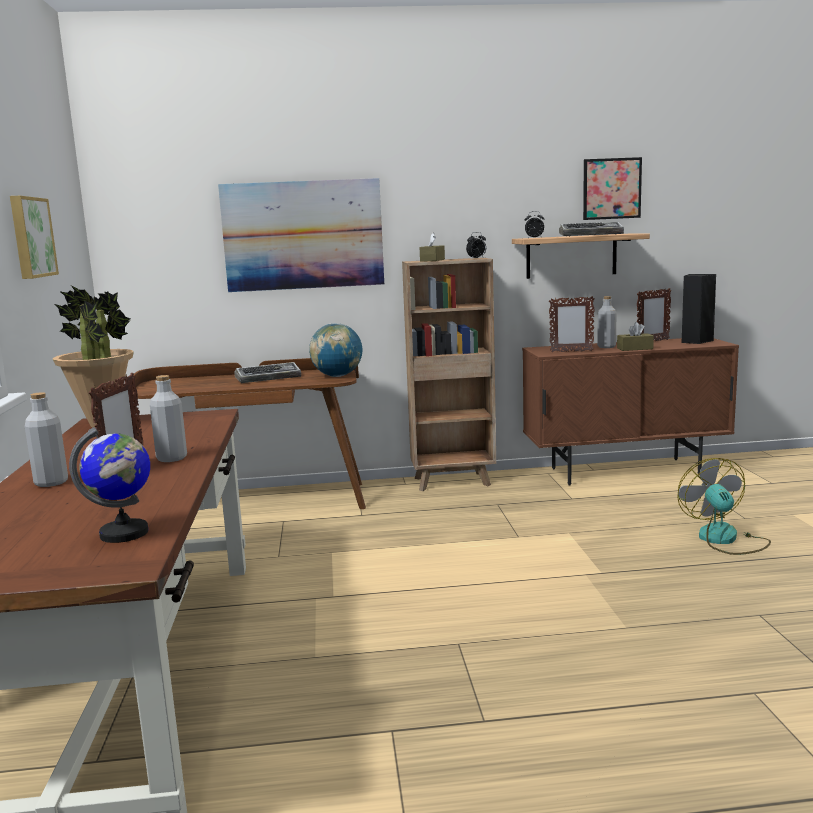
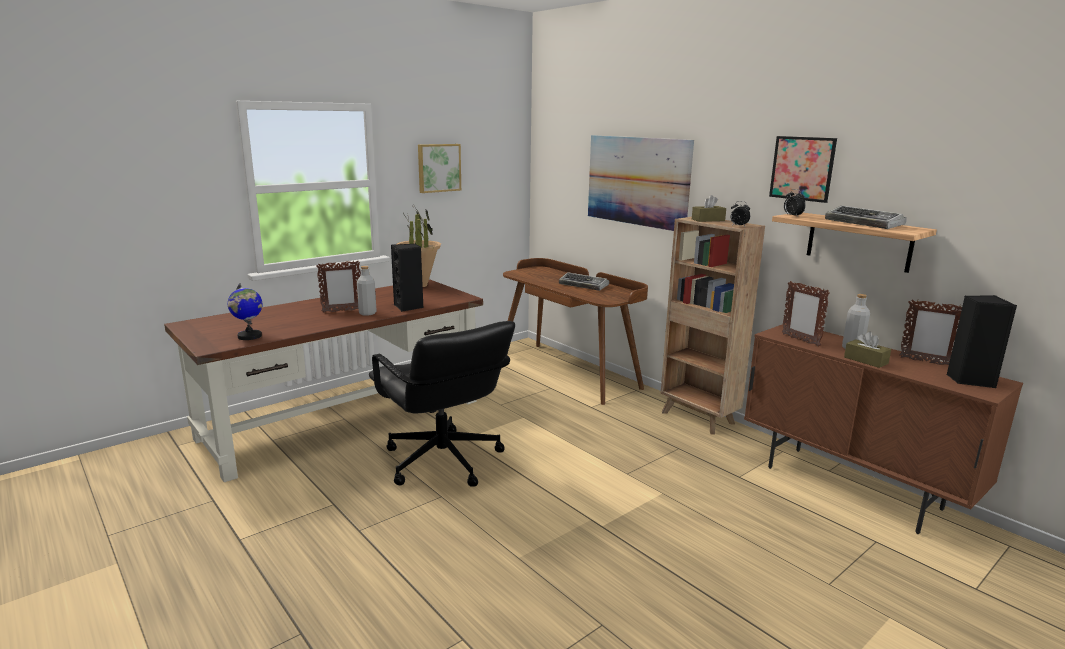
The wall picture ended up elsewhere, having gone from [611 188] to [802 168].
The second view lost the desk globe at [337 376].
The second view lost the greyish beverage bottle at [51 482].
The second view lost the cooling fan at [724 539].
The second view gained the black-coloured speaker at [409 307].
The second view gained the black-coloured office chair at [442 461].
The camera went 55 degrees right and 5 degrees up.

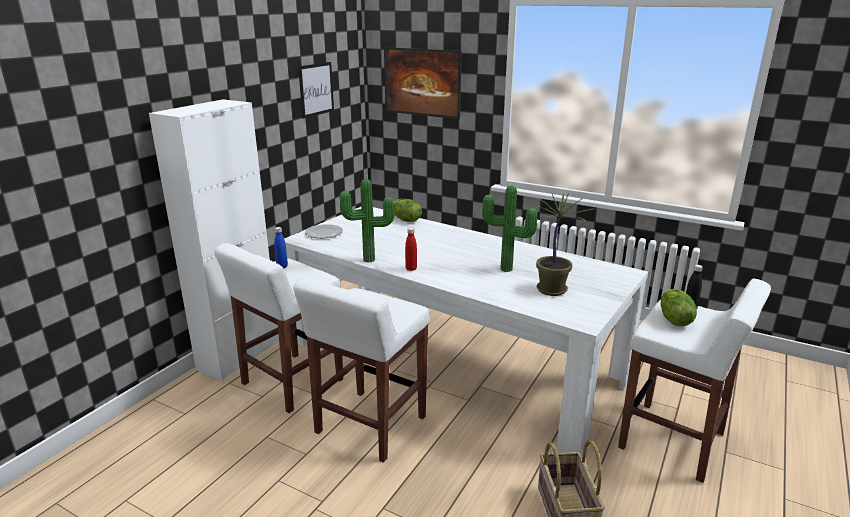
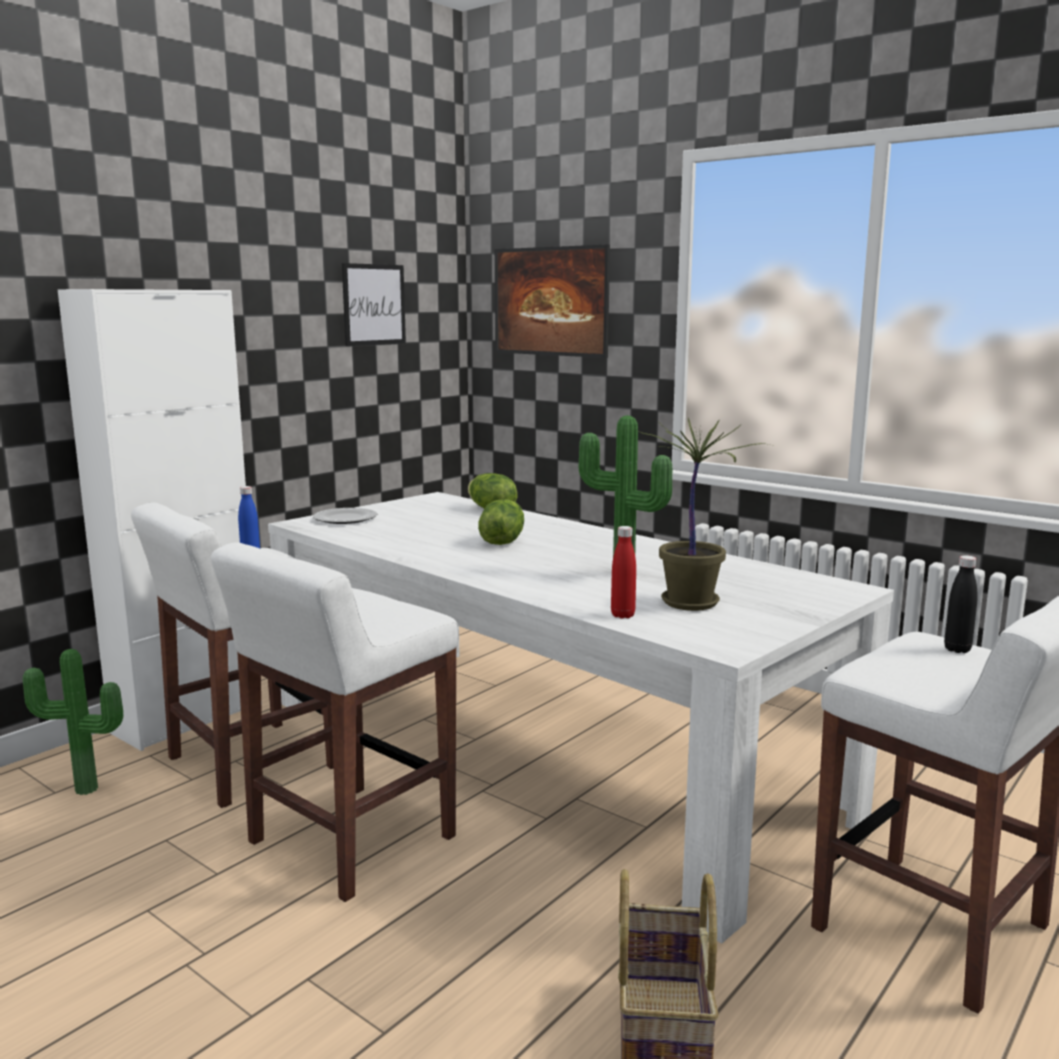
The potted plant ended up elsewhere, having gone from [369 261] to [85 791].
The reddish beverage bottle ended up elsewhere, having gone from [411 269] to [622 615].
The lettuce head ended up elsewhere, having gone from [673 319] to [501 542].
The camera went 10 degrees right and 10 degrees down.

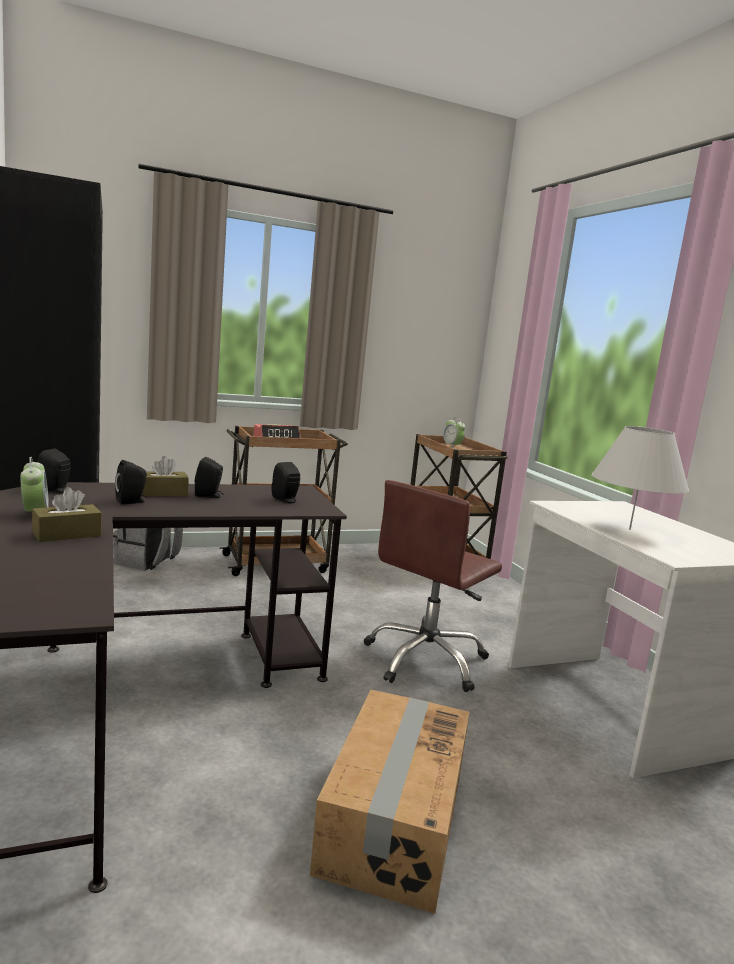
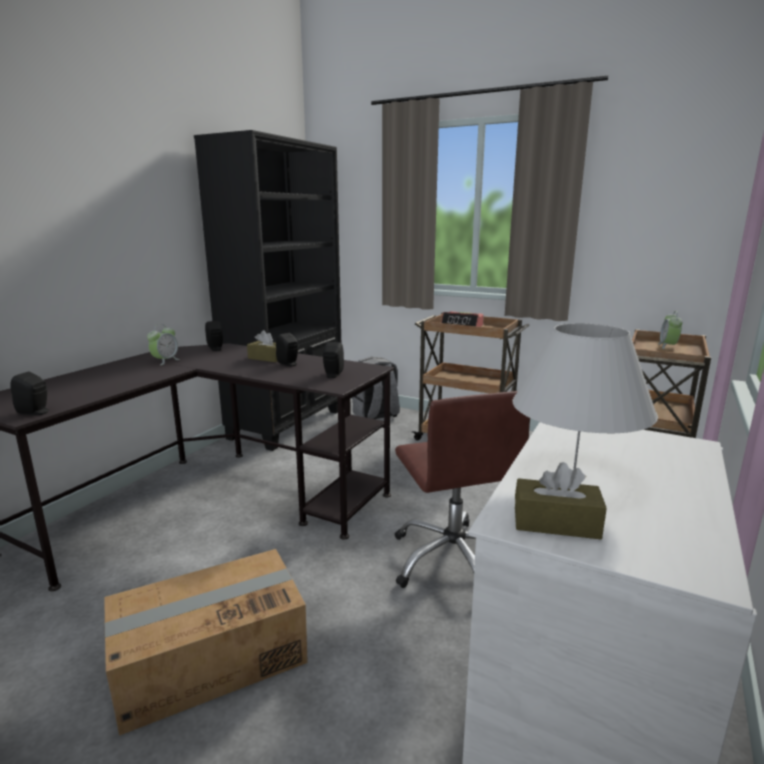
The black-coloured speaker ended up elsewhere, having gone from [132 501] to [36 412].
The brownish office chair at [426 660] ended up facing another way, 105 degrees counterclockwise from before.
The brownish tissue box ended up elsewhere, having gone from [67 534] to [556 523].
The camera went 50 degrees right and 5 degrees up.

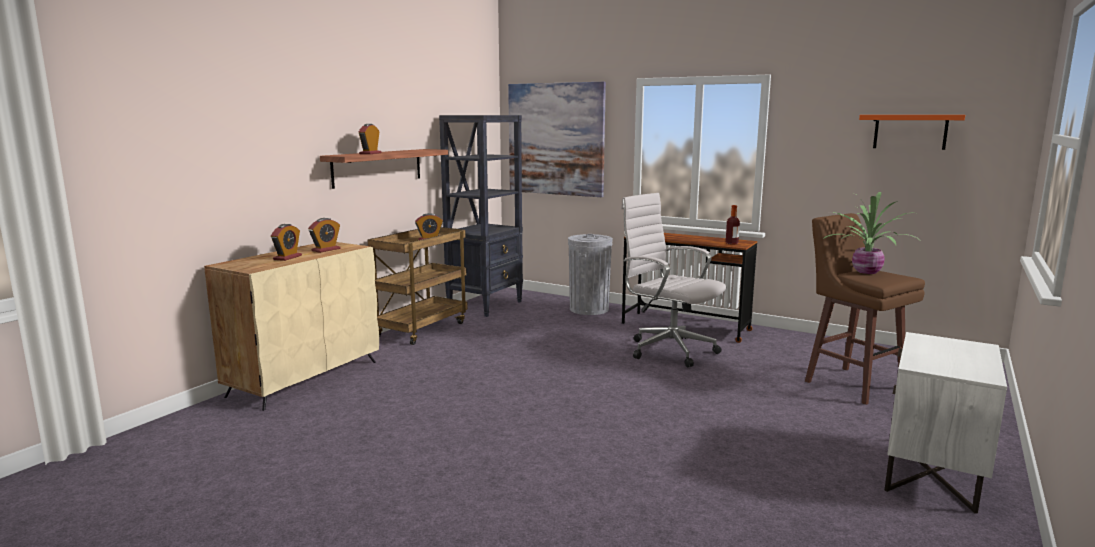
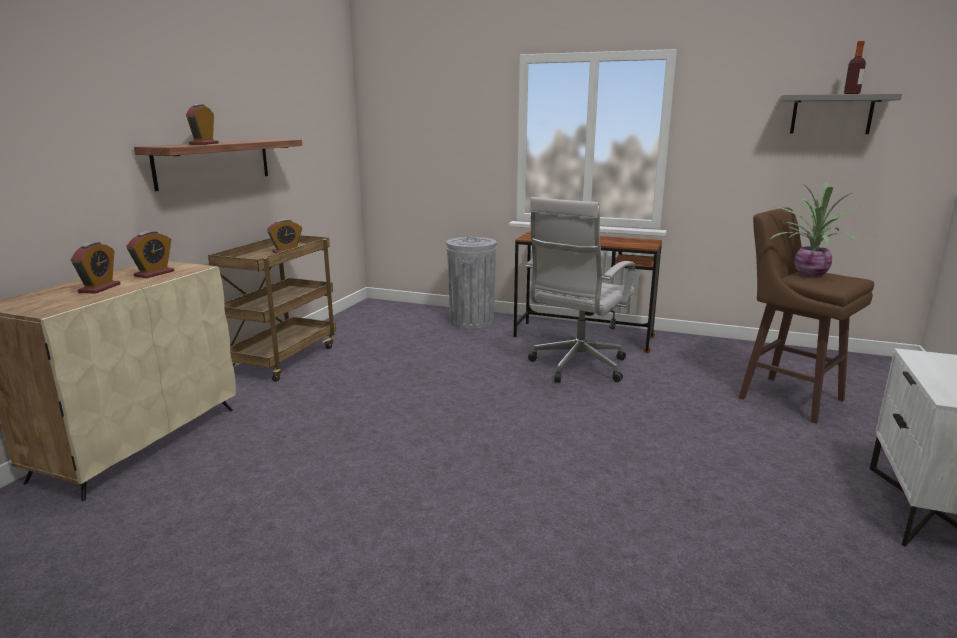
The second view lost the wall picture at [556 139].
The second view lost the black-coloured bookcase at [486 305].
What was the orangey bracket shelf at [910 131] turned into the greyish bracket shelf at [831 114].
The whitish office chair at [668 350] ended up facing another way, 90 degrees counterclockwise from before.
The beverage bottle ended up elsewhere, having gone from [731 243] to [851 93].
The camera went 10 degrees left and 5 degrees up.

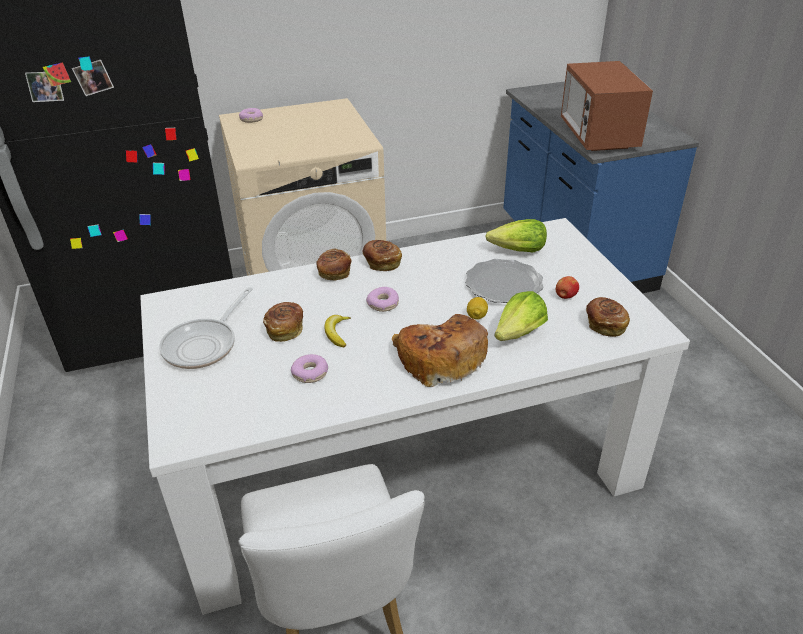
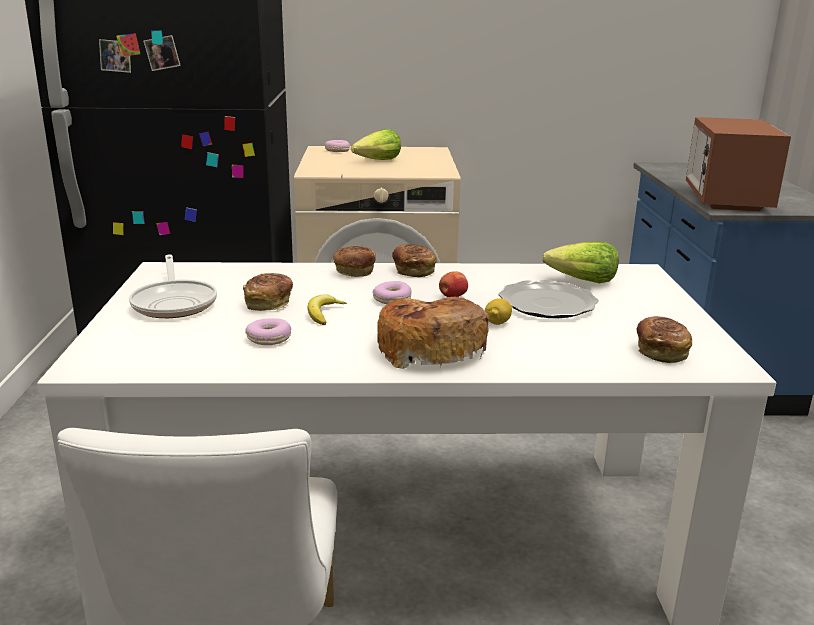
The apple ended up elsewhere, having gone from [565 296] to [452 296].
The skillet at [204 345] ended up facing another way, 60 degrees counterclockwise from before.
The lettuce head ended up elsewhere, having gone from [519 333] to [378 161].
The camera went 15 degrees right and 15 degrees down.

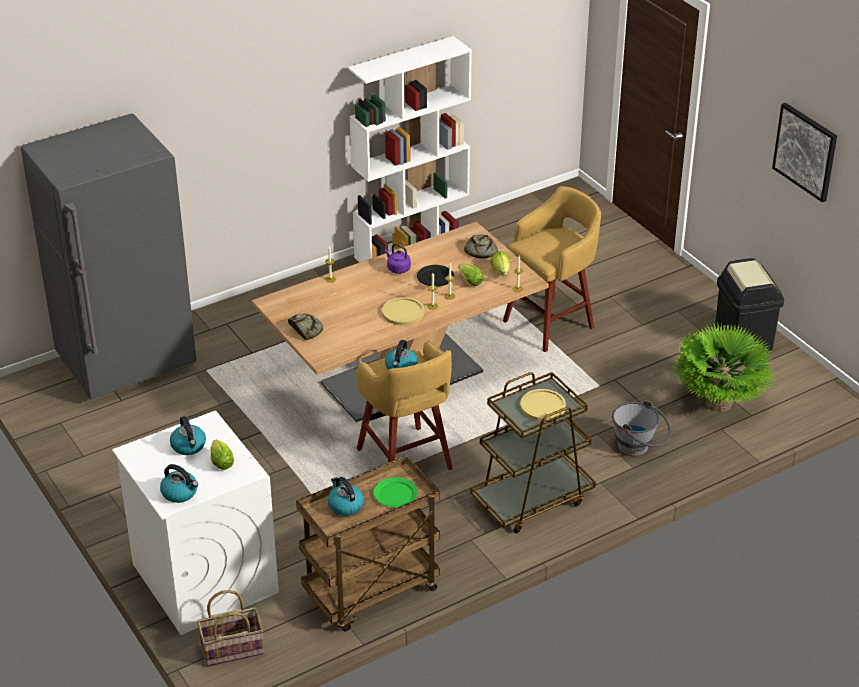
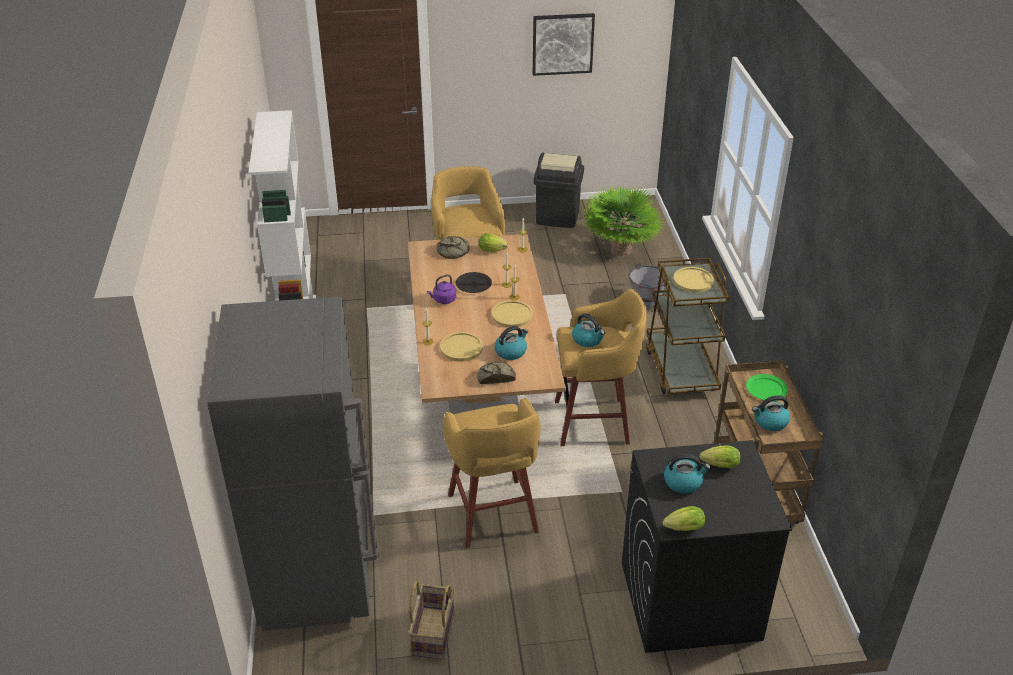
The lettuce head ended up elsewhere, having gone from [469 281] to [682 529].
What was the whitish laundry appliance at [204 578] turned into the black-coloured laundry appliance at [689 601].
The tea kettle ended up elsewhere, having gone from [180 493] to [511 351].
The basket ended up elsewhere, having gone from [232 648] to [432 632].
The second view gained the yellow-coloured plate at [461 348].
The second view gained the yellow-coloured stool at [493 516].
The camera went 65 degrees left and 0 degrees up.

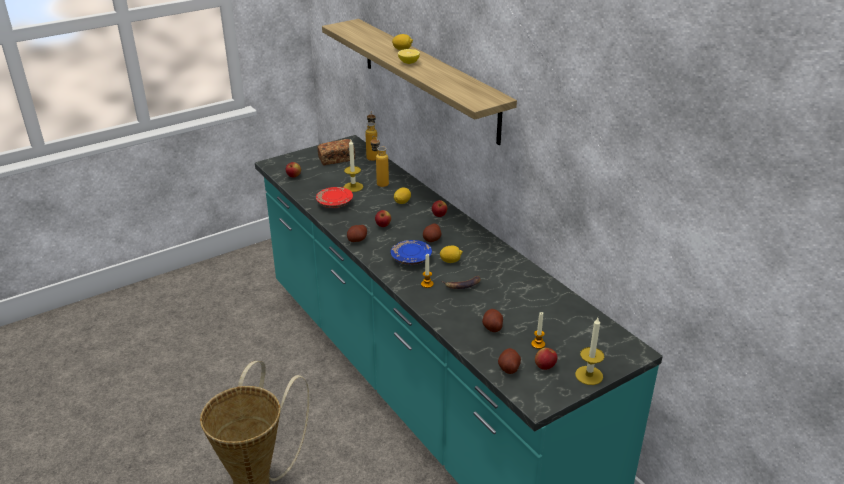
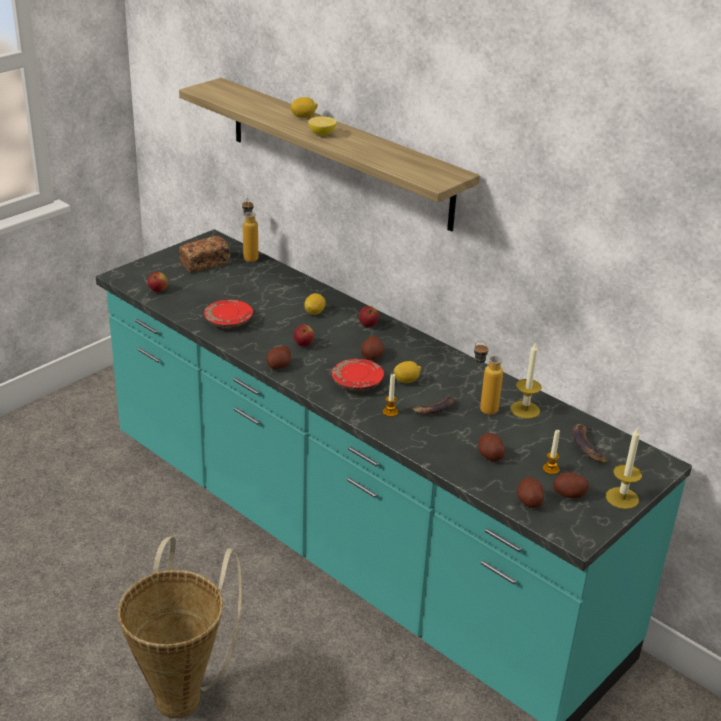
The beverage bottle ended up elsewhere, having gone from [379 182] to [482 407].
The wax light ended up elsewhere, having gone from [353 187] to [525 410].
What was the bluish plate at [411 259] turned into the reddish plate at [357 383].
Where the apple stood at [545 366], the spud came to stand at [569 494].
The second view gained the banana at [587 447].
The camera went 15 degrees left and 0 degrees up.

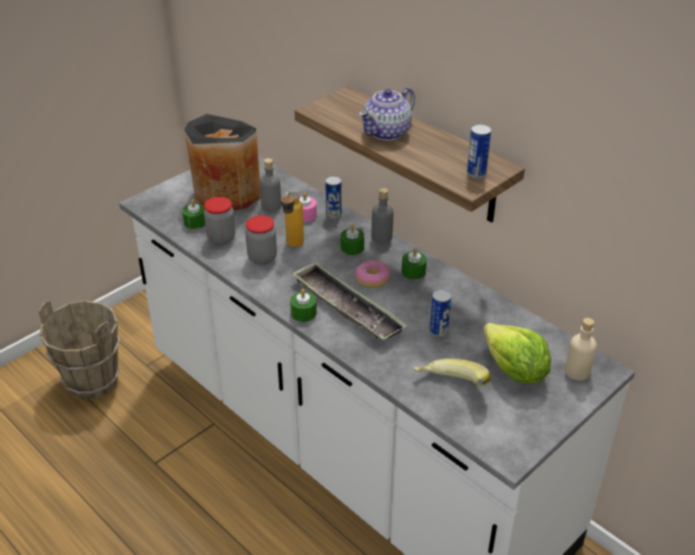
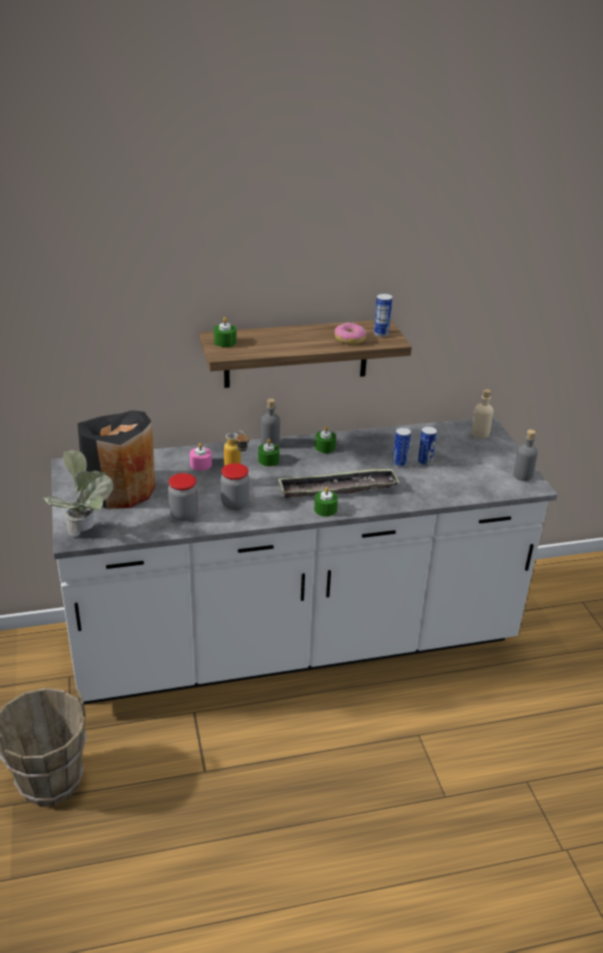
The second view lost the pot for tea at [387 132].
The greyish beverage bottle ended up elsewhere, having gone from [271 206] to [522 475].
The sealed can ended up elsewhere, having gone from [333 214] to [425 462].
The green-coloured wax light ended up elsewhere, having gone from [195 222] to [225 342].
The ring doughnut ended up elsewhere, having gone from [372 279] to [349 339].
The second view lost the lettuce head at [514 371].
The second view lost the banana at [450 388].
The second view gained the potted plant at [86 533].
The camera went 60 degrees left and 5 degrees down.

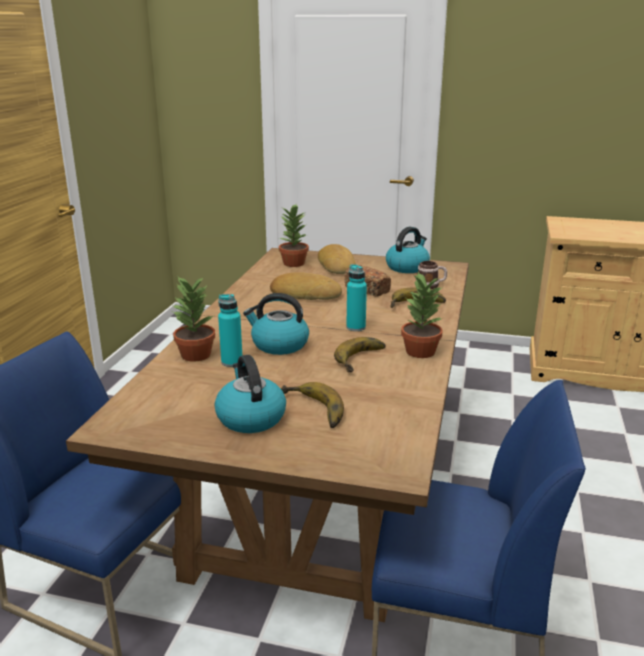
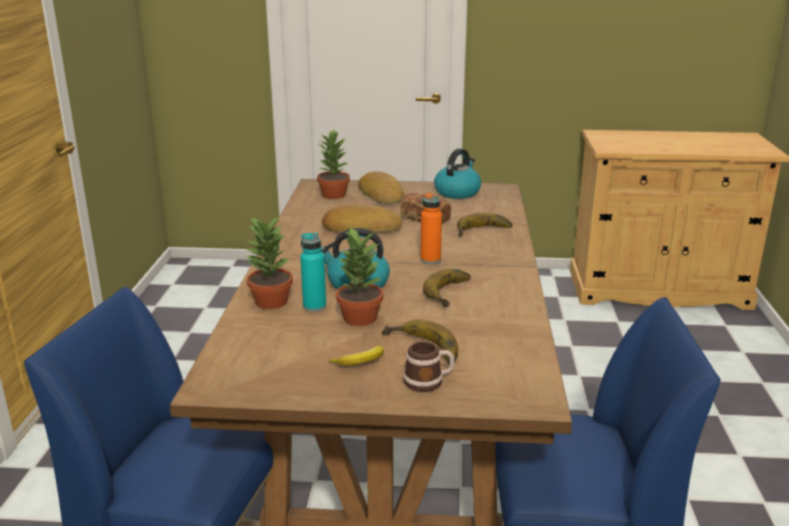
The mug ended up elsewhere, having gone from [430 285] to [428 381].
What was the blue-green beverage bottle at [356 327] turned into the orangey beverage bottle at [430 260].
The potted plant ended up elsewhere, having gone from [419 351] to [359 317].
Where the tea kettle stood at [250 417], the banana came to stand at [360 362].
The camera went 10 degrees left and 0 degrees up.

